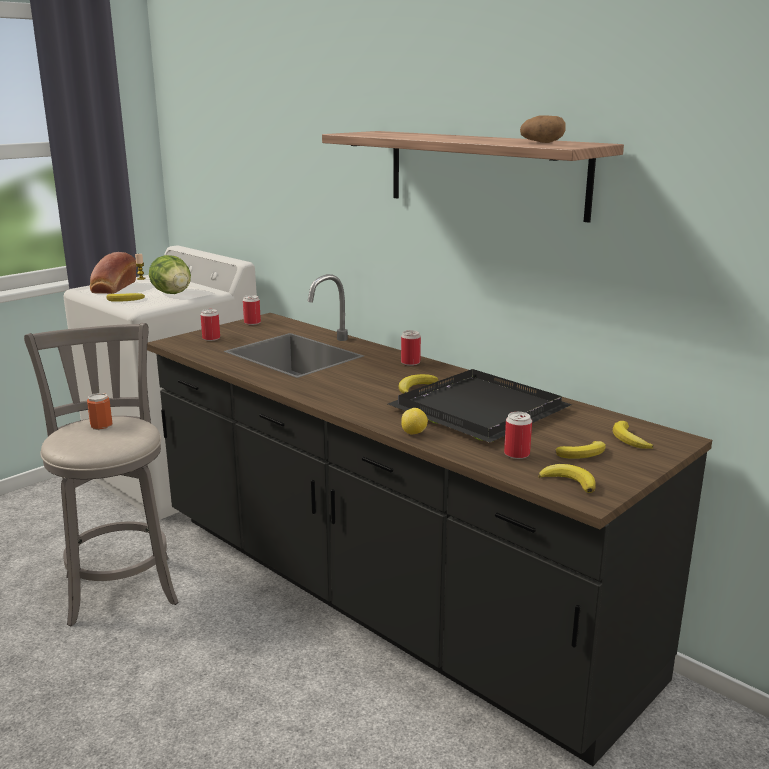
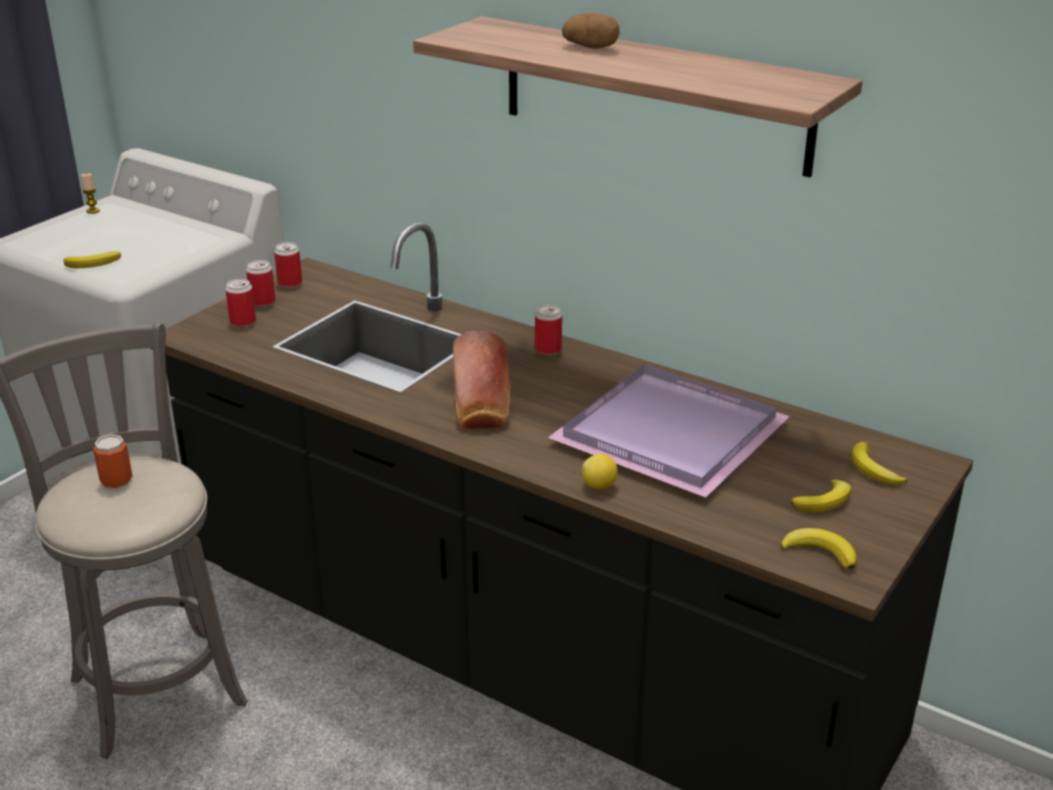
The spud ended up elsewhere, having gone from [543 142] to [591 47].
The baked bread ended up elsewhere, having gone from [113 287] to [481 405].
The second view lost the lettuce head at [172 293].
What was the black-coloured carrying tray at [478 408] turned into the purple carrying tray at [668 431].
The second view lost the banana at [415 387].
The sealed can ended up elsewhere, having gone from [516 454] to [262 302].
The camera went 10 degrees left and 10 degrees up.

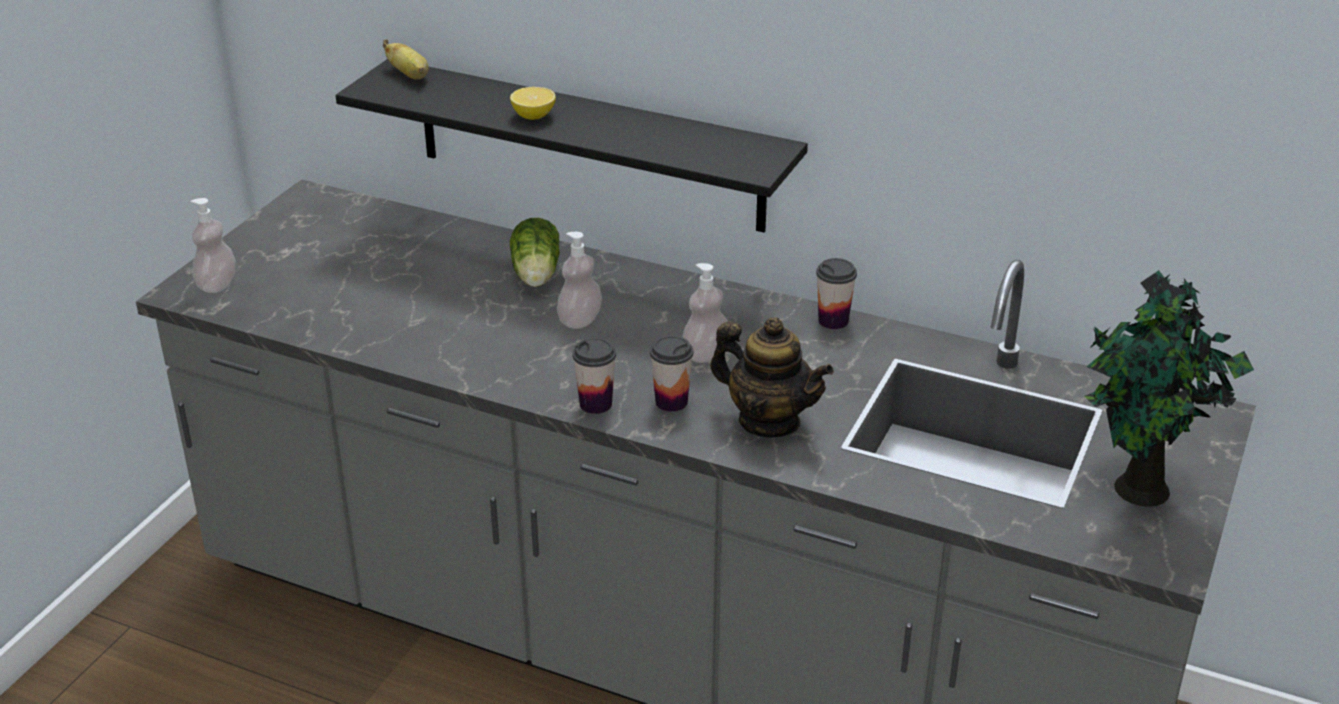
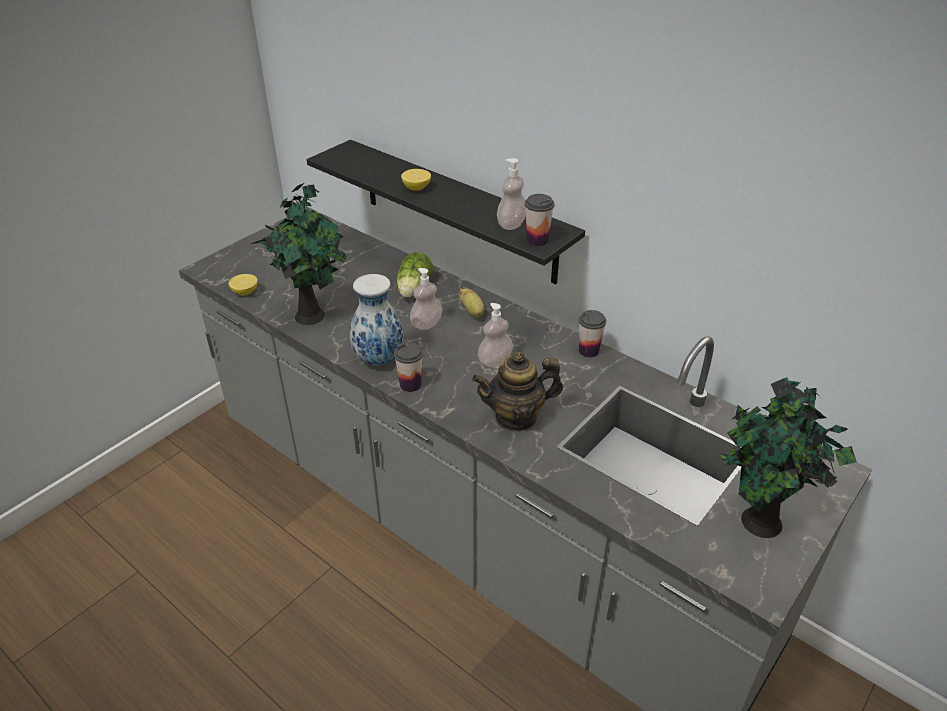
The banana ended up elsewhere, having gone from [410 75] to [472 311].
The soap dispenser ended up elsewhere, having gone from [217 285] to [511 224].
The pot for tea at [769 421] ended up facing another way, 120 degrees clockwise from before.
The drinking cup ended up elsewhere, having gone from [671 402] to [537 240].
The second view gained the potted plant at [312 315].
The second view gained the whole lemon at [245 292].
The second view gained the flower vase at [378 360].
The camera went 15 degrees right and 5 degrees up.

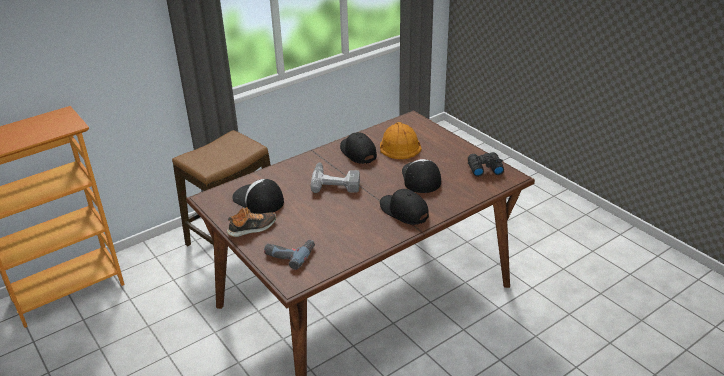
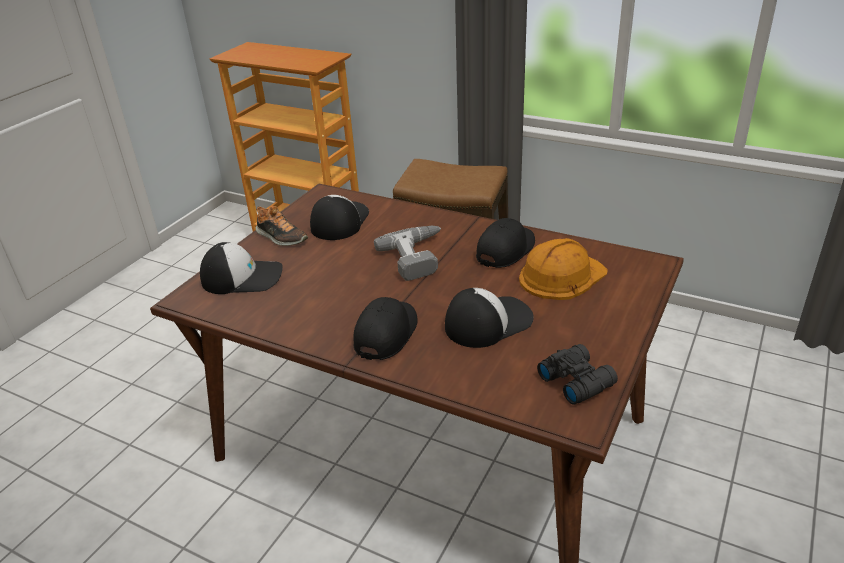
Where the drill stood at [289 253], the peaked cap came to stand at [243 277].
The camera went 65 degrees right and 0 degrees up.

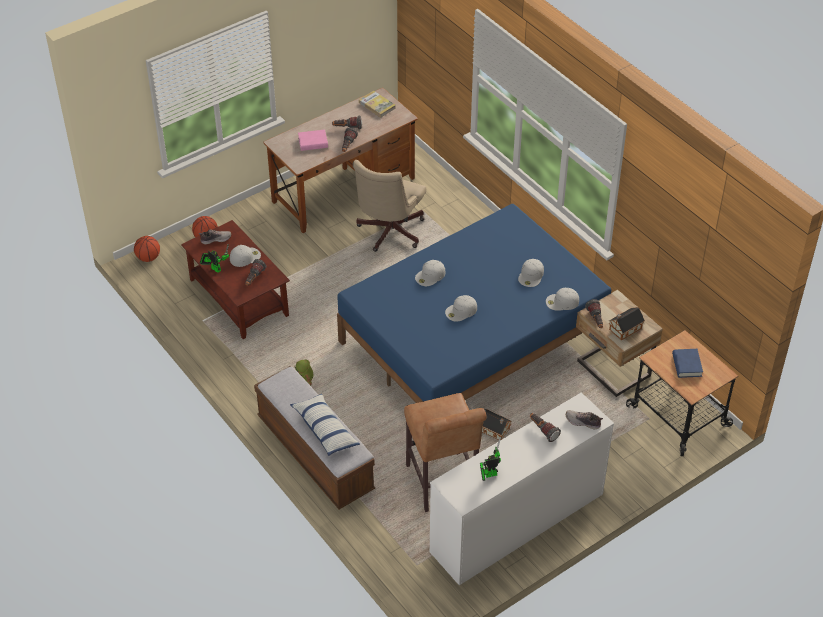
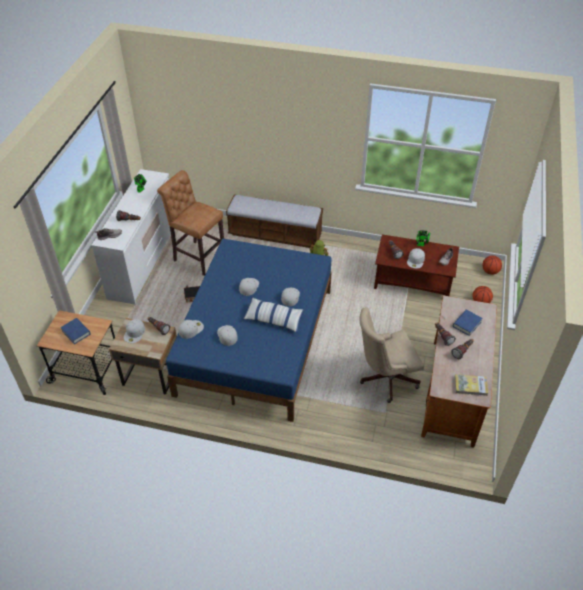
What was the pink book at [313 143] turned into the bluish book at [467 324].
The beige-coloured office chair at [388 233] ended up facing another way, 90 degrees counterclockwise from before.
Where the model house stood at [624 329], the whitish peaked cap came to stand at [134 333].
The pillow ended up elsewhere, having gone from [325 430] to [274 319].
The camera went 140 degrees right and 0 degrees up.

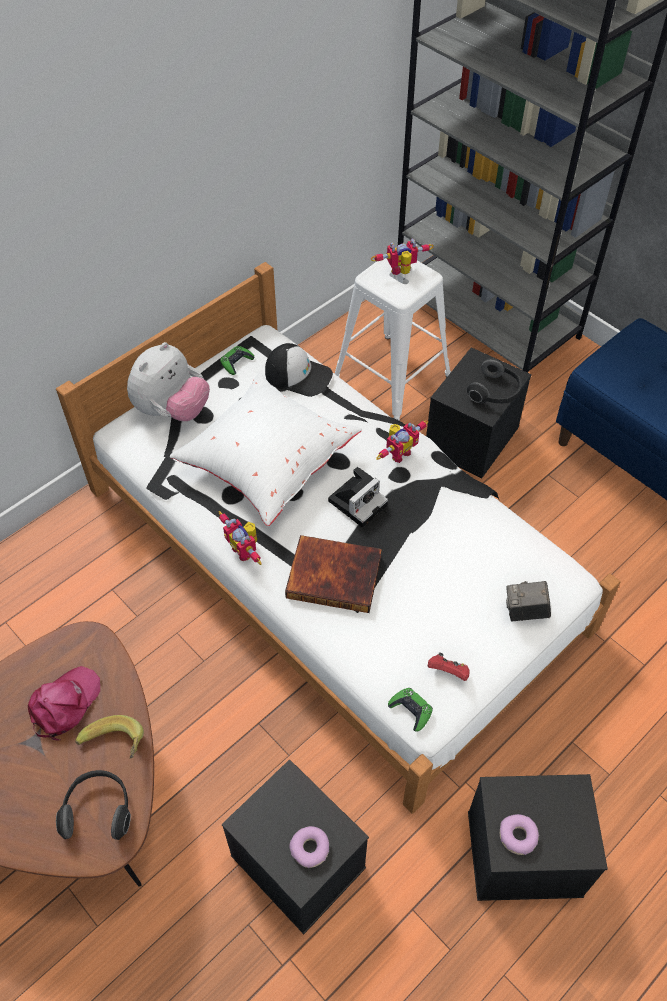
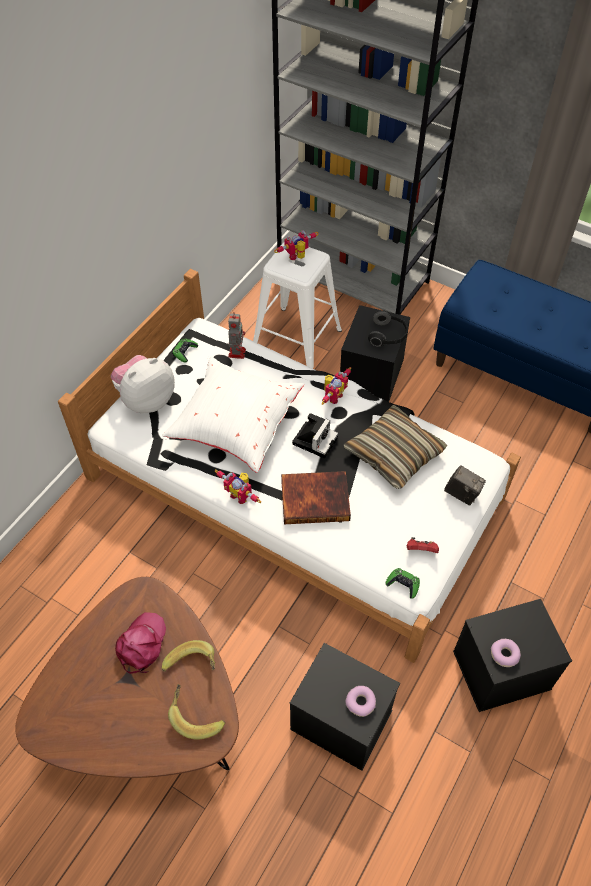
The soft toy at [172 410] ended up facing another way, 150 degrees counterclockwise from before.
Where the peaked cap stood at [298 375], the model robot came to stand at [237 352].
The still camera at [525 612] ended up facing another way, 135 degrees counterclockwise from before.
Where the headset stood at [98 810], the banana came to stand at [196 715].
The second view gained the pillow at [394 453].
The camera went 15 degrees left and 0 degrees up.

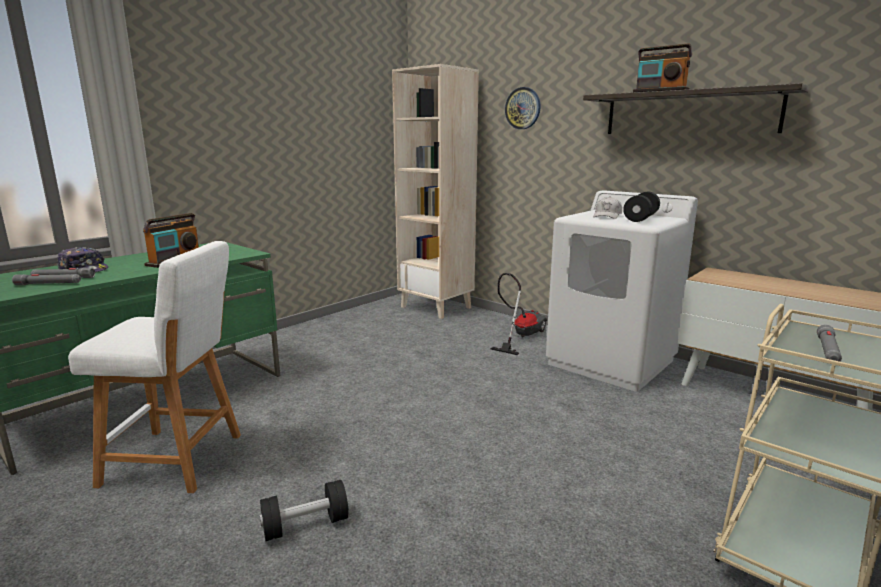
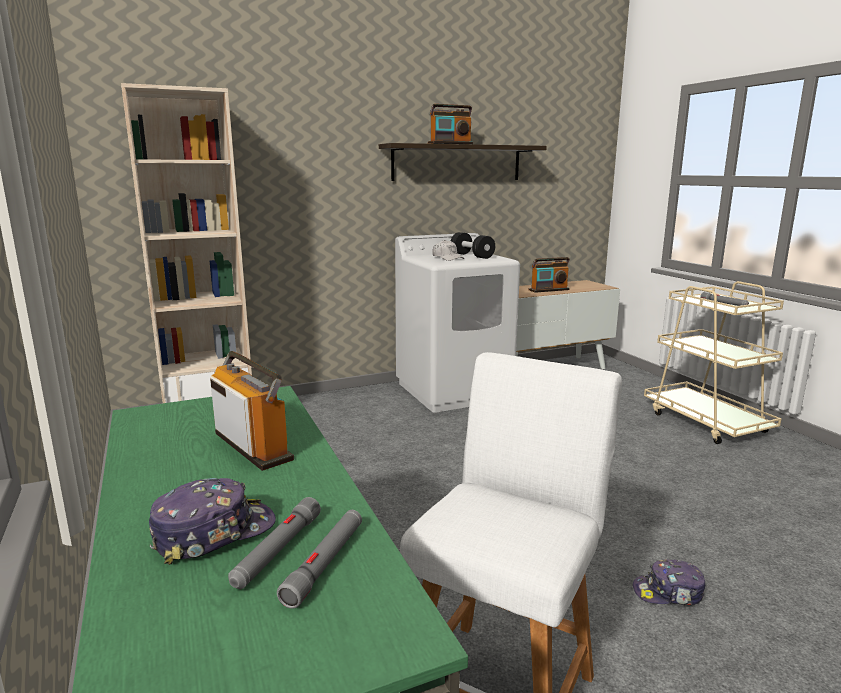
The second view lost the clock on the wall at [523 108].
The second view lost the vacuum at [520 336].
Where the black-coloured hand weight stood at [305 525], the peaked cap came to stand at [668 593].
The second view gained the radio receiver at [549 290].
The camera went 65 degrees left and 0 degrees up.

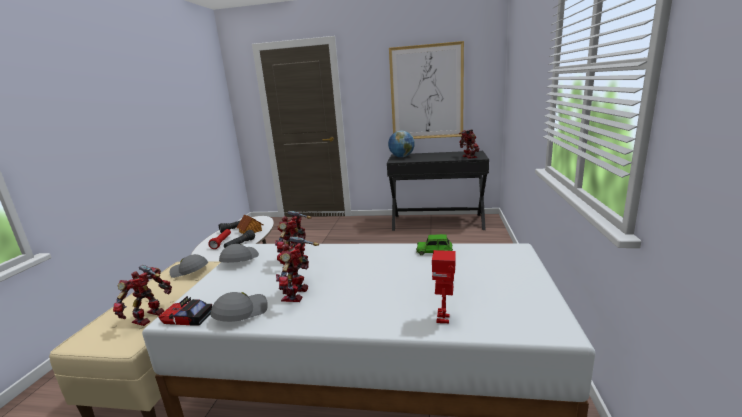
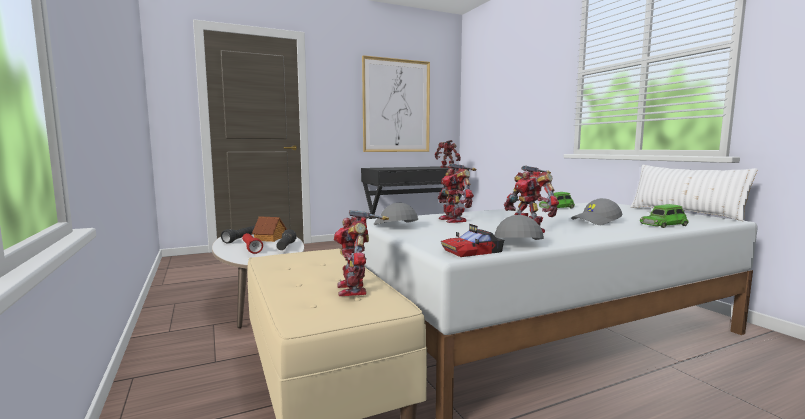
The second view lost the desk globe at [401 157].
Where the model robot stood at [444 319], the green-coloured miniature car came to stand at [663 224].
The greyish peaked cap ended up elsewhere, having gone from [189 271] to [596 221].
The second view gained the whitish pillow at [685 213].
The camera went 35 degrees left and 10 degrees down.

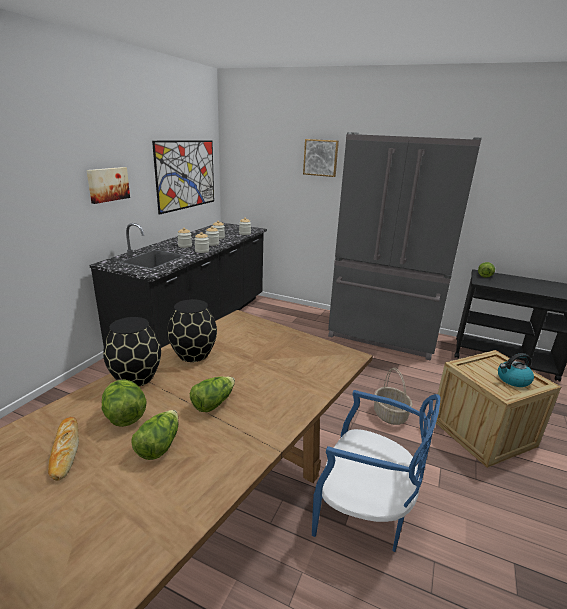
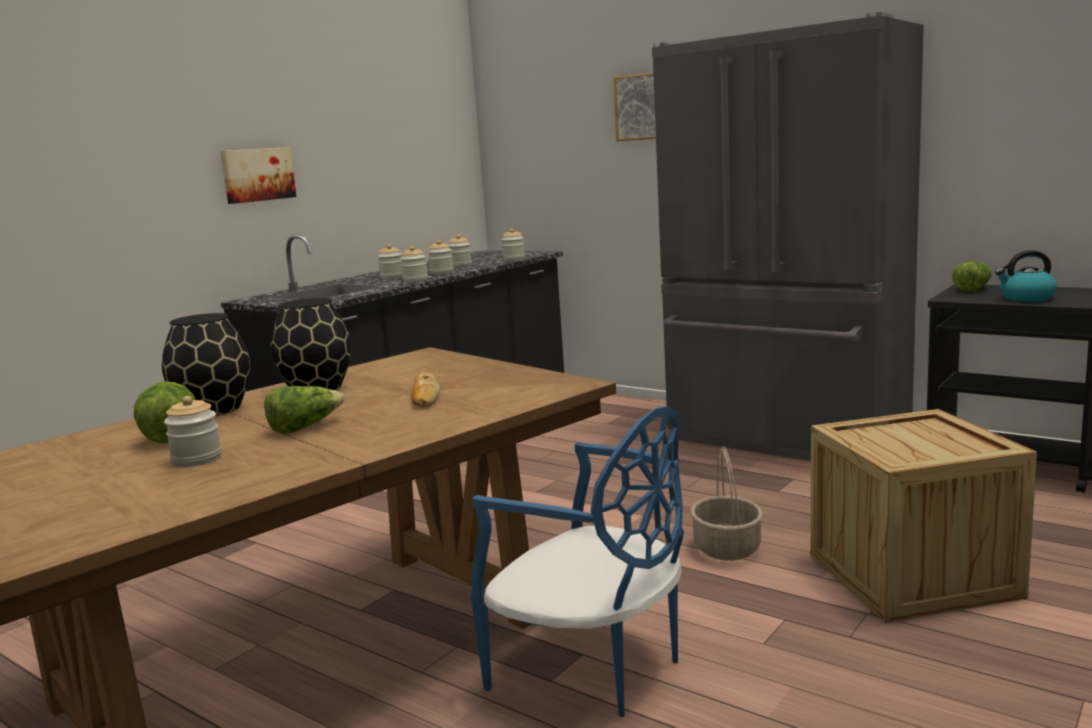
The second view lost the wall picture at [186 174].
The tea kettle ended up elsewhere, having gone from [512 380] to [1026 298].
Where the lettuce head stood at [159 445], the preserve jar came to stand at [197 459].
The baked bread ended up elsewhere, having gone from [65 450] to [425 395].
The camera went 15 degrees right and 10 degrees down.

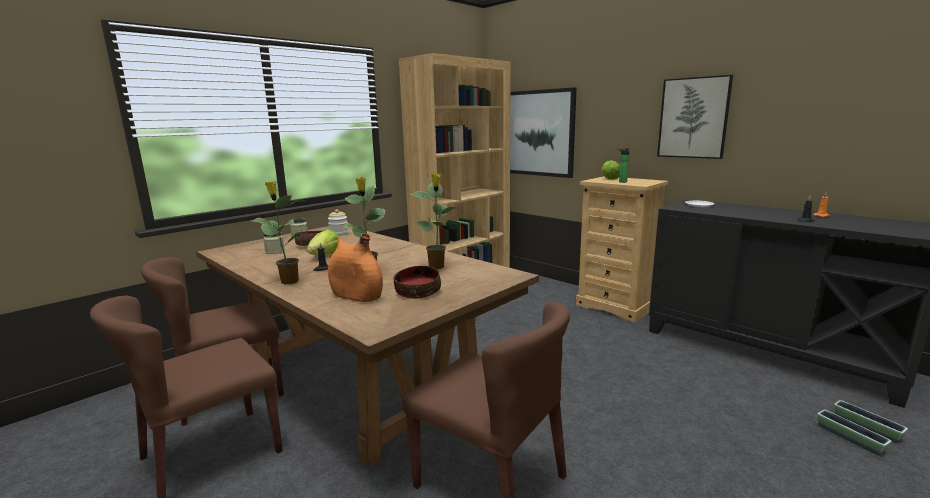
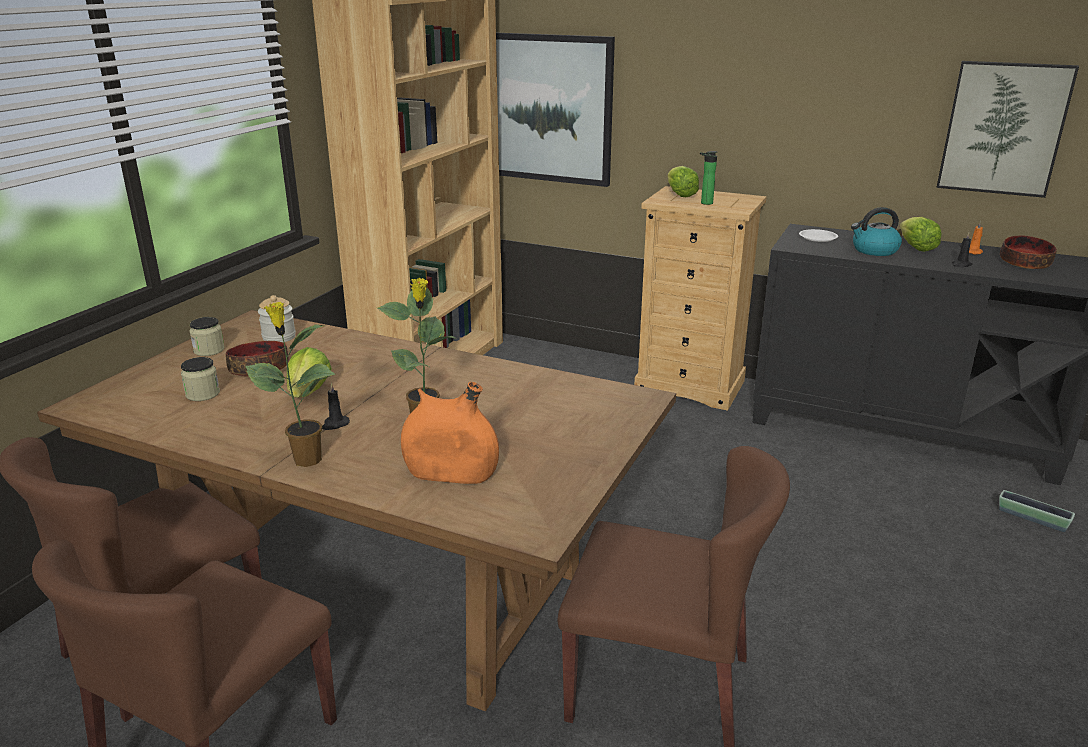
The wall picture ended up elsewhere, having gone from [693 118] to [1003 128].
The second view lost the potted plant at [437 267].
The serving bowl ended up elsewhere, having gone from [417 292] to [1024 263].
The second view lost the plant pot at [849 438].
The second view gained the tea kettle at [874 250].
The second view gained the lettuce head at [916 248].
The camera went 20 degrees left and 10 degrees up.

